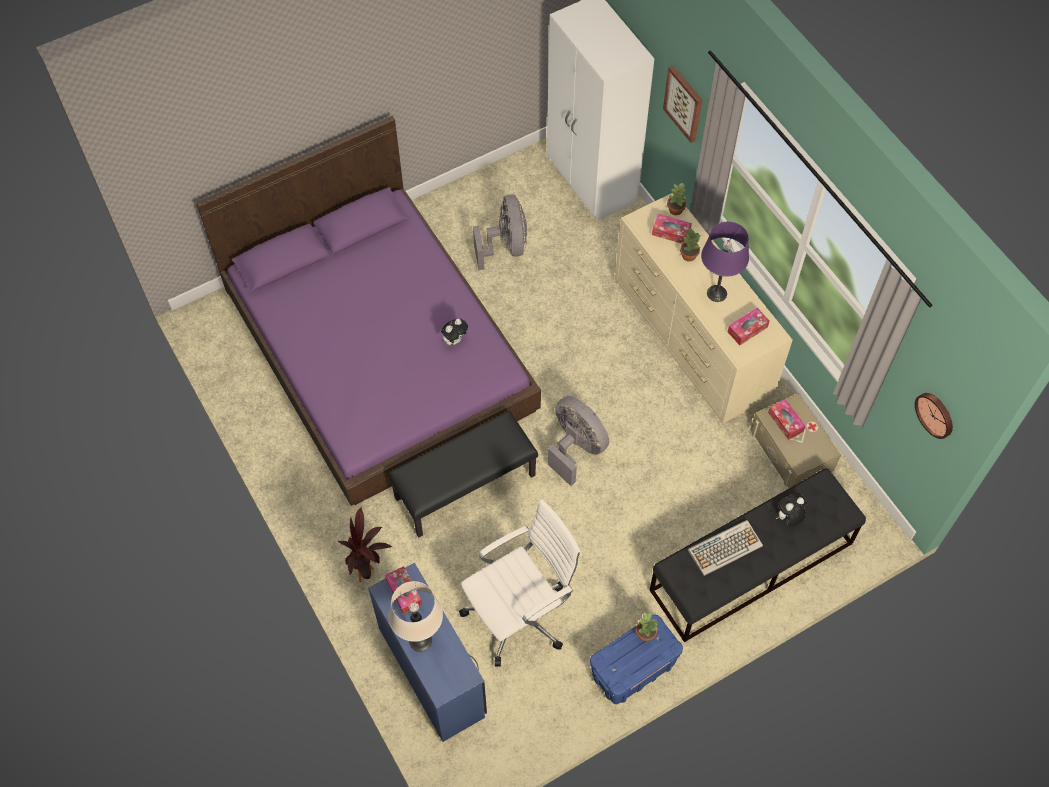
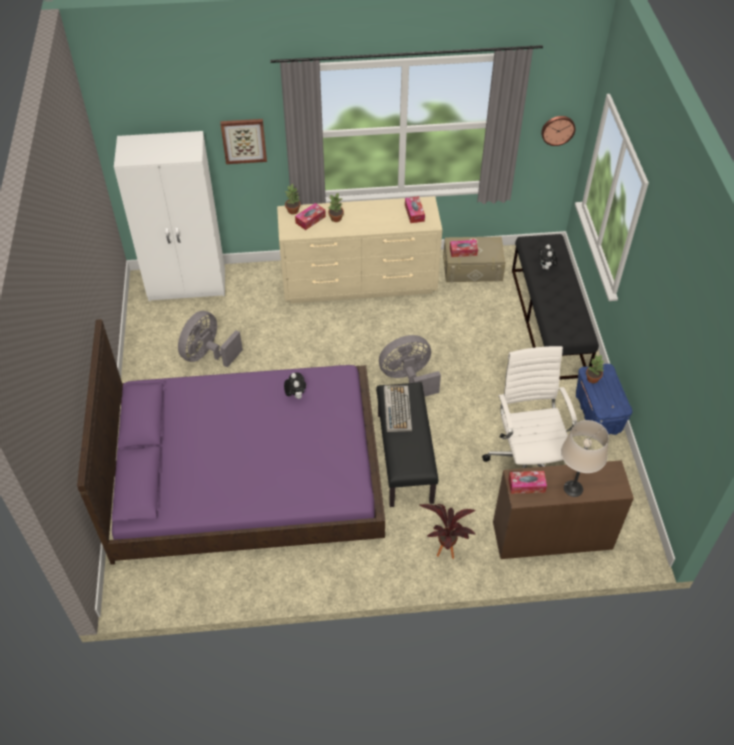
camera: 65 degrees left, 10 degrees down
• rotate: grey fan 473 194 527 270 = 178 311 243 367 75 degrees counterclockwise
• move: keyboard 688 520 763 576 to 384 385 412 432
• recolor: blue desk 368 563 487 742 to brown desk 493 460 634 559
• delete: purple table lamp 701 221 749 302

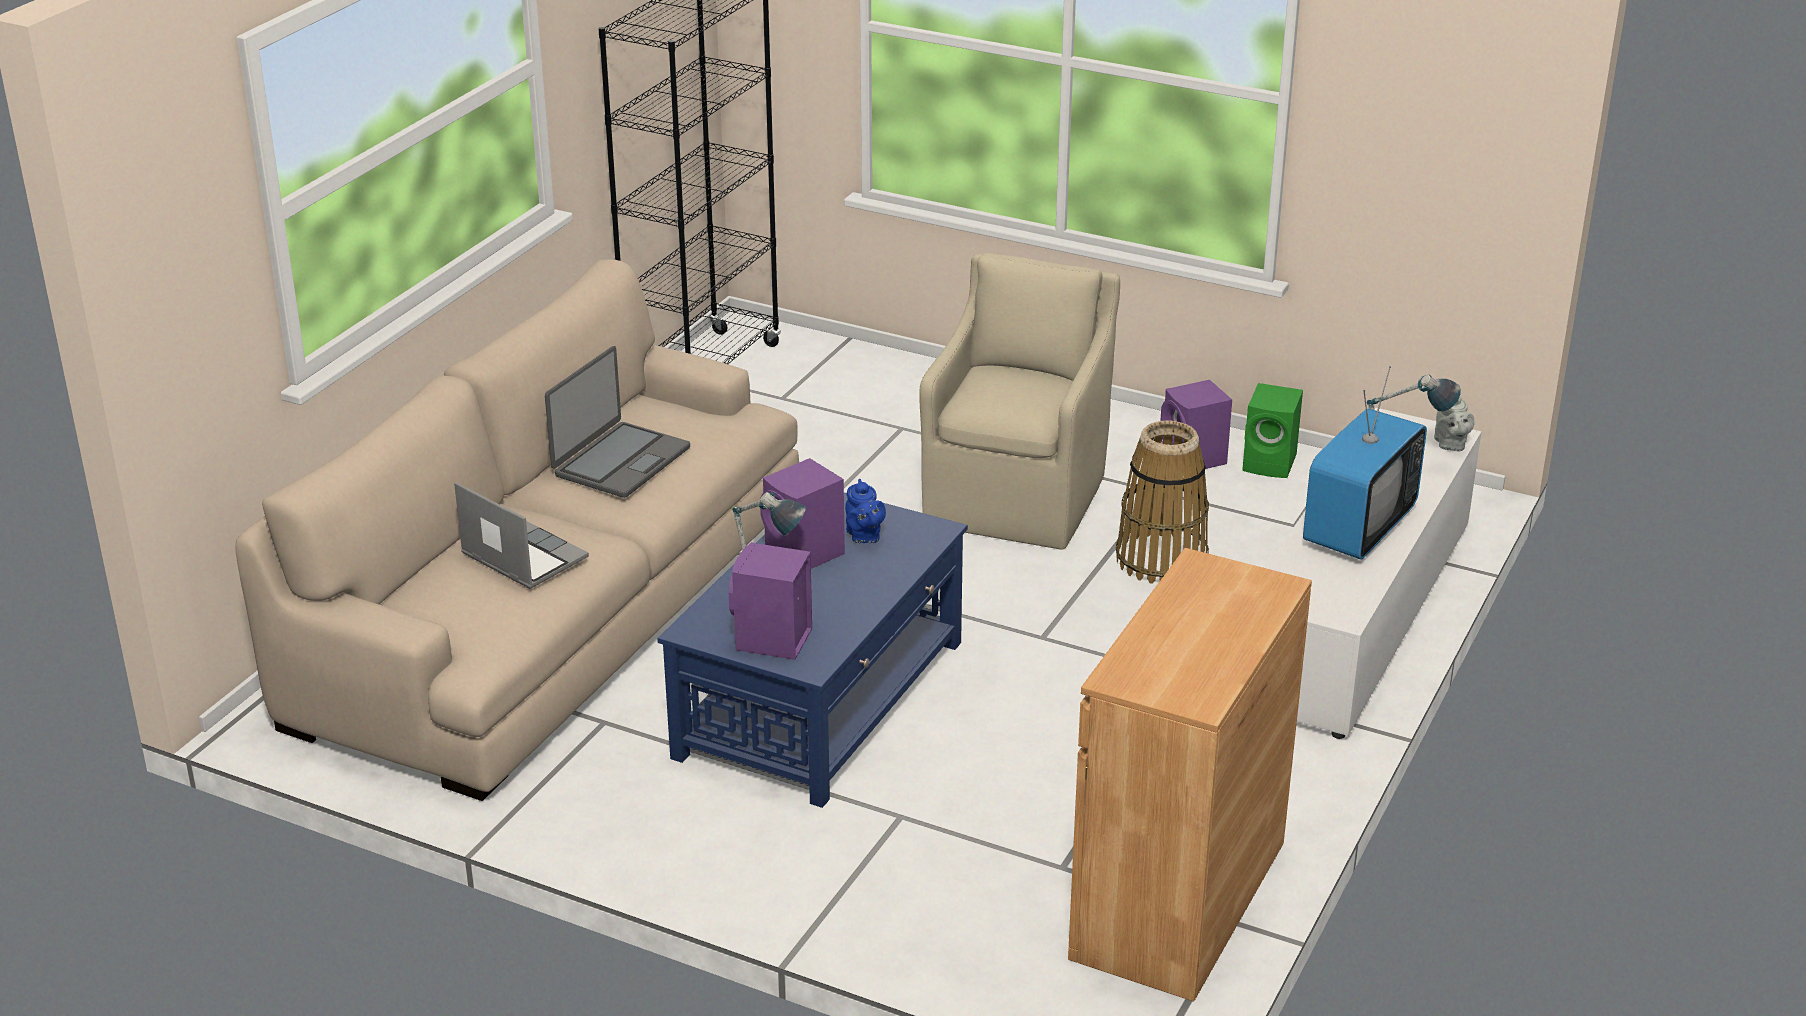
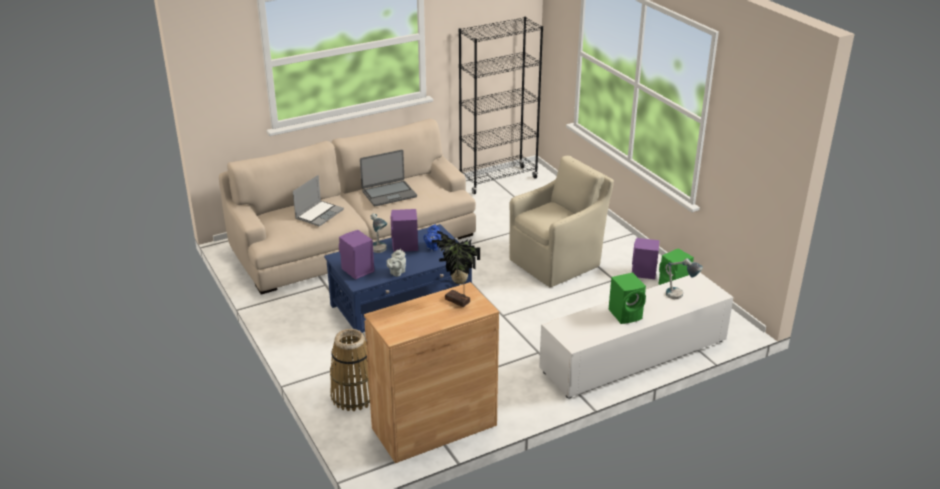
camera: 35 degrees right, 0 degrees up
• rotate: laptop 454 482 589 589 = 293 175 344 227 45 degrees clockwise
• move: basket 1116 420 1209 584 to 330 329 370 411
• move: grey teapot 1434 396 1474 451 to 386 249 406 277
• insert: potted plant 432 231 480 307
• replace: television 1303 366 1427 560 to green speaker 609 272 646 324

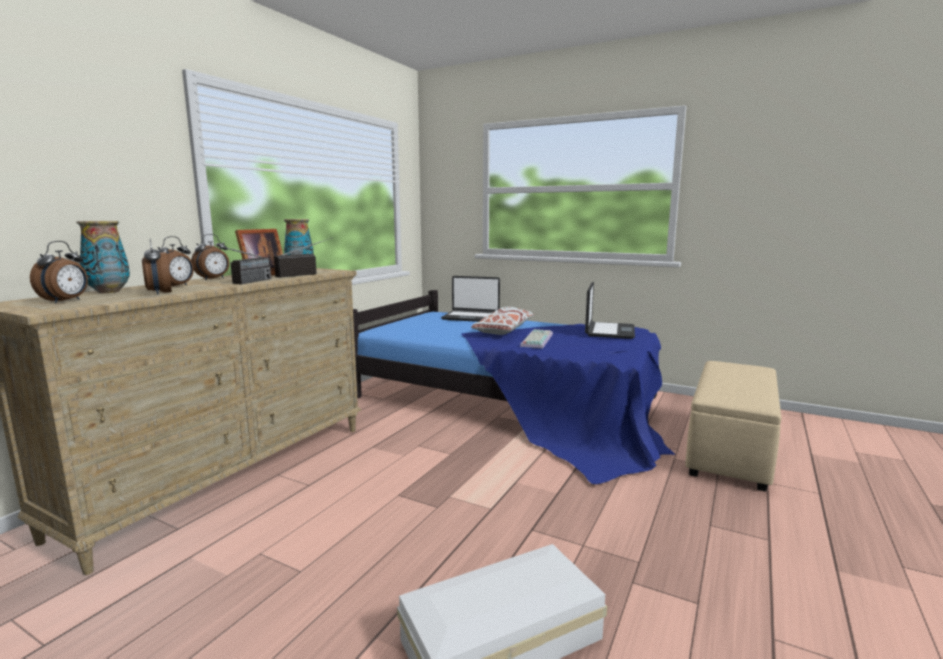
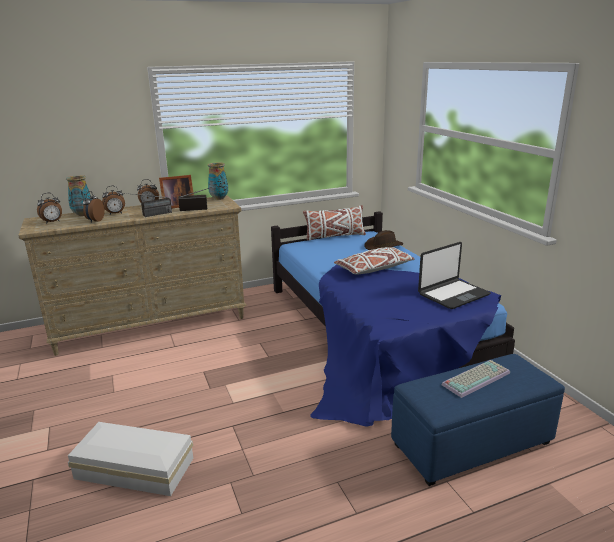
camera: 40 degrees right, 10 degrees up
• insert: white pillow 303 205 366 240
• replace: laptop 441 276 500 322 to brown hat 364 230 403 250
• recolor: beige ottoman 685 361 781 492 to blue ottoman 391 354 565 486
• move: keyboard 520 329 553 348 to 442 360 510 398

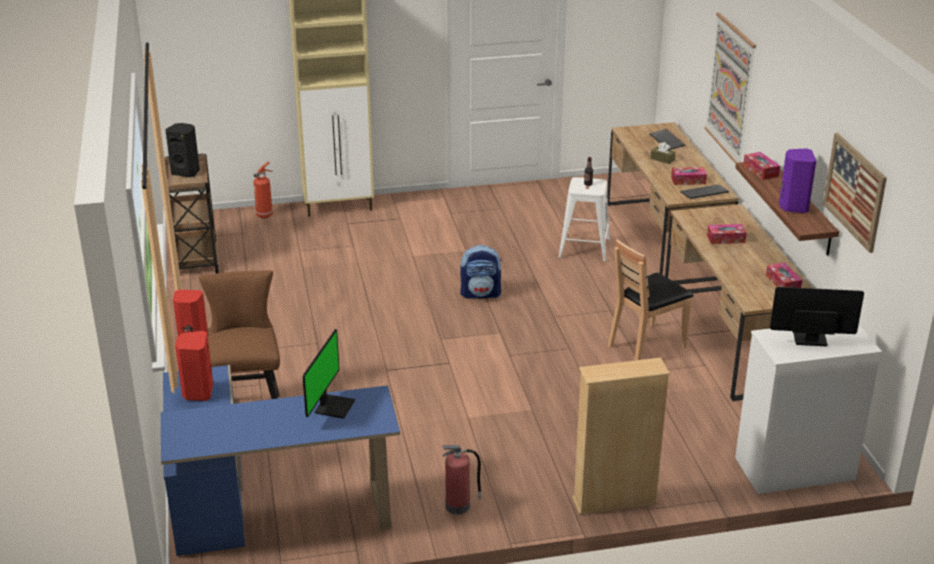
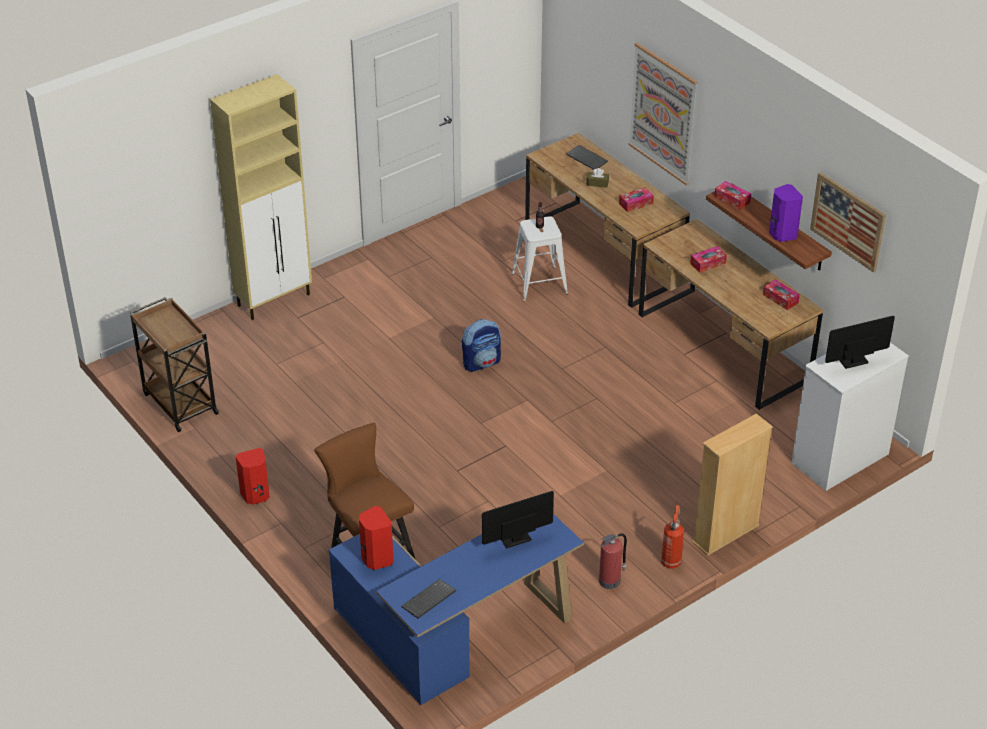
camera: 25 degrees left, 10 degrees up
• move: keyboard 680 184 729 199 to 401 579 456 619
• rotate: monitor 303 329 355 419 = 482 491 554 549 105 degrees counterclockwise
• move: fire extinguisher 254 162 273 219 to 661 505 684 569
• delete: black speaker 165 123 200 177
• delete: brown chair 608 239 694 361

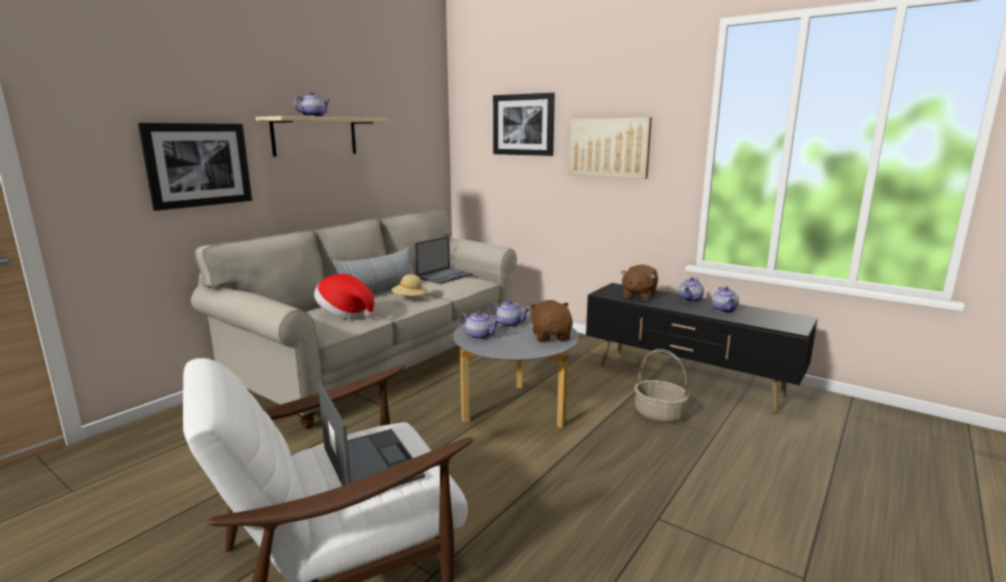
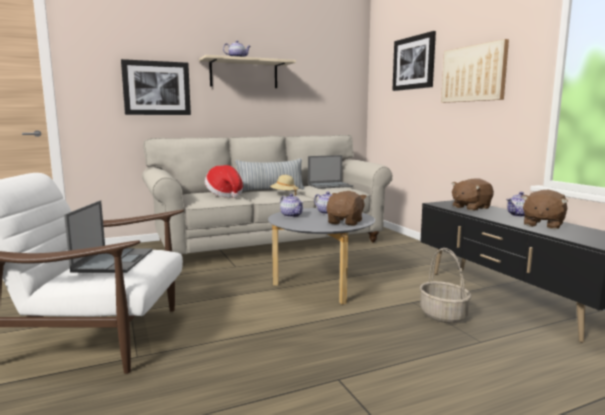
camera: 30 degrees right, 5 degrees down
• replace: teapot 712 287 739 313 to brown plush toy 522 190 568 229

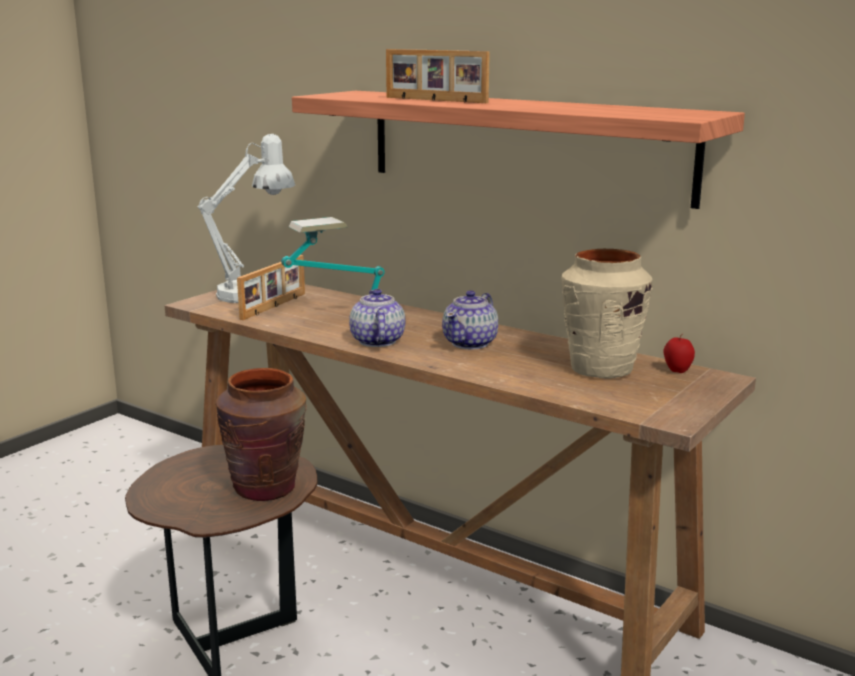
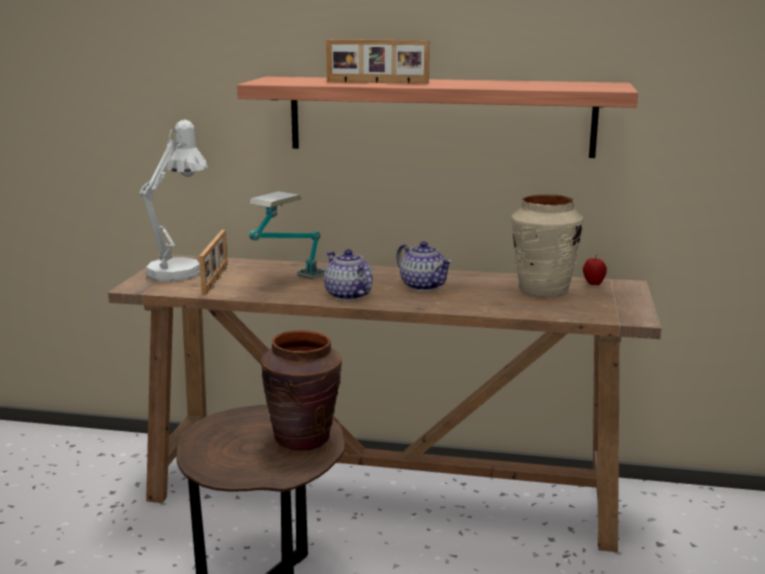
camera: 25 degrees left, 0 degrees up
• rotate: teapot 442 290 498 349 = 396 242 453 291 45 degrees counterclockwise

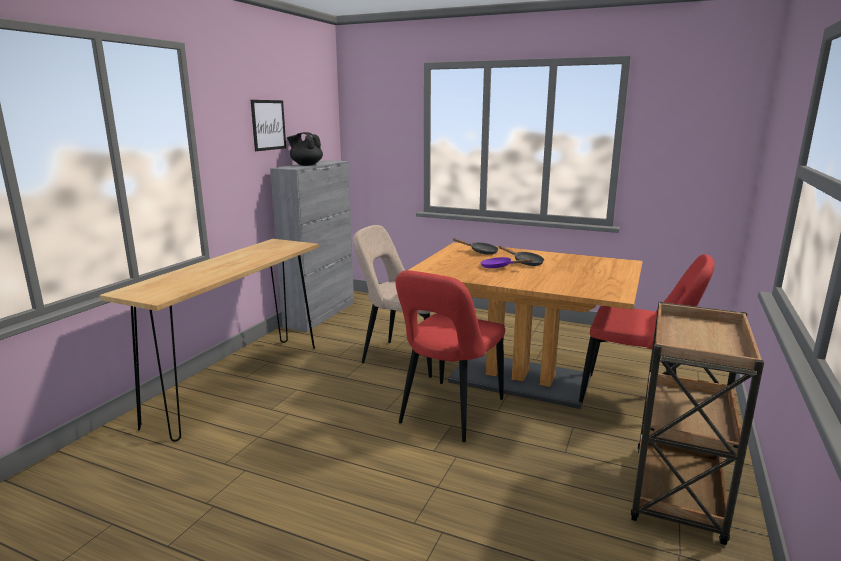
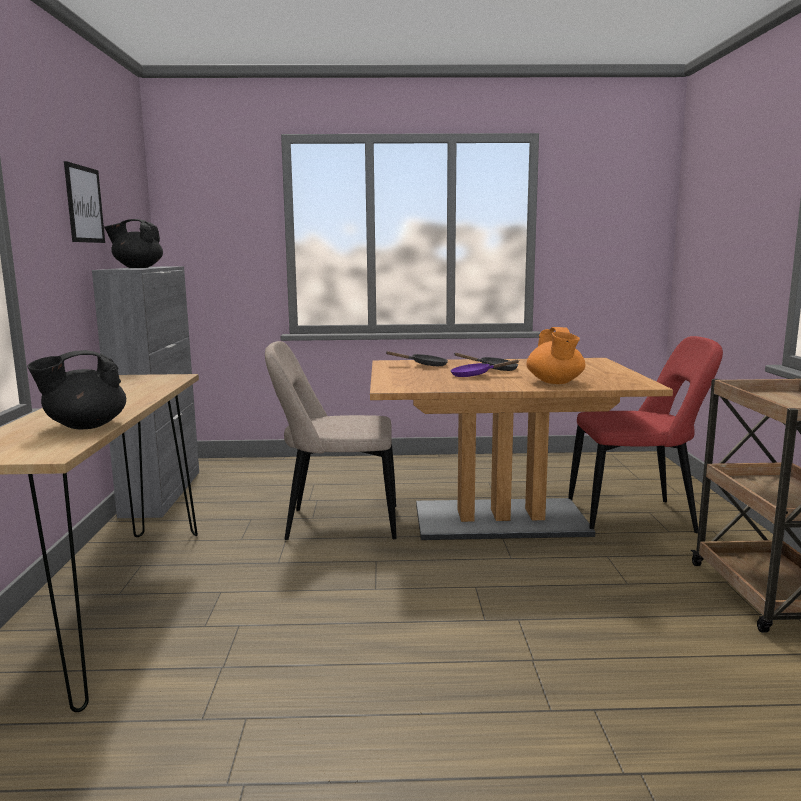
camera: 25 degrees left, 5 degrees down
• insert: black teapot 27 350 126 429
• insert: orange teapot 526 327 585 384
• delete: red chair 396 270 505 442

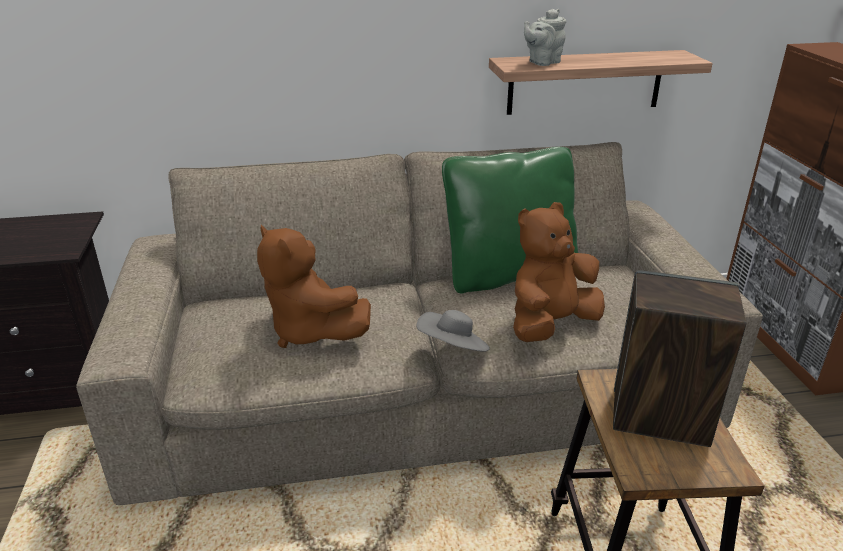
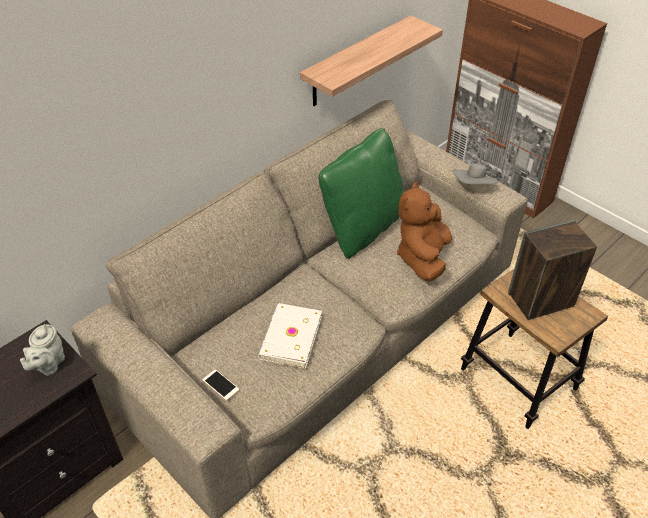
camera: 35 degrees left, 15 degrees up
• move: grey teapot 524 9 566 66 to 20 324 65 376
• insert: phone 203 369 239 401
• replace: brown plush toy 257 225 371 348 to white book 258 303 322 369
• move: grey hat 417 310 490 352 to 453 164 498 184

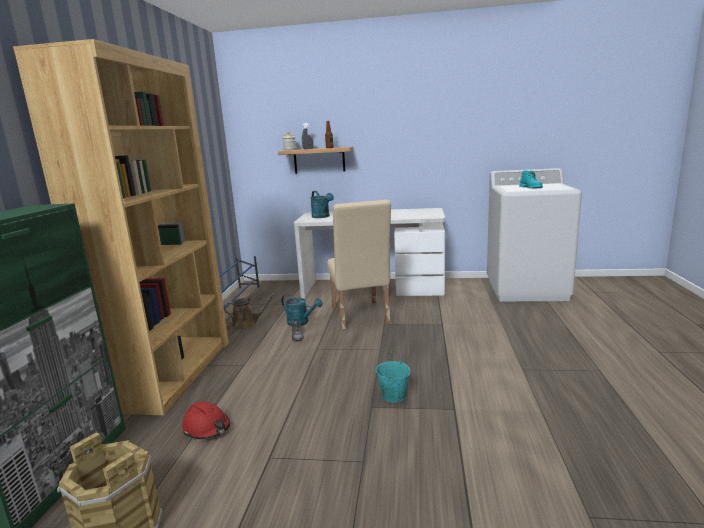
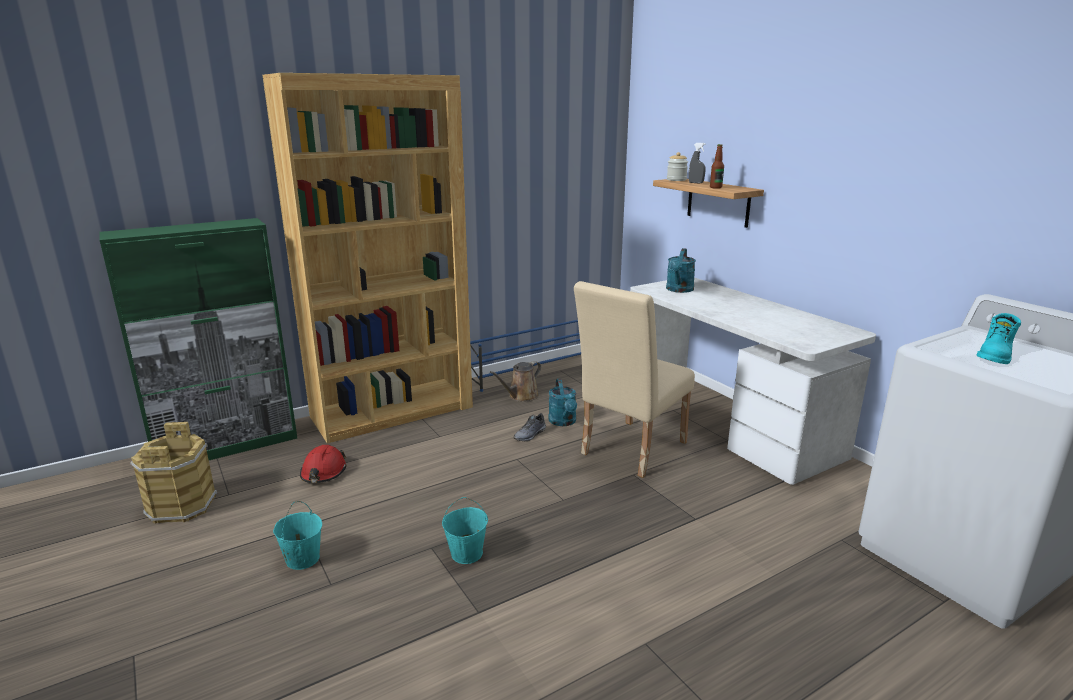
camera: 50 degrees right, 5 degrees up
• insert: turquoise bucket 273 501 322 570
• rotate: brown watering can 224 293 276 330 = 490 361 541 402 90 degrees clockwise

